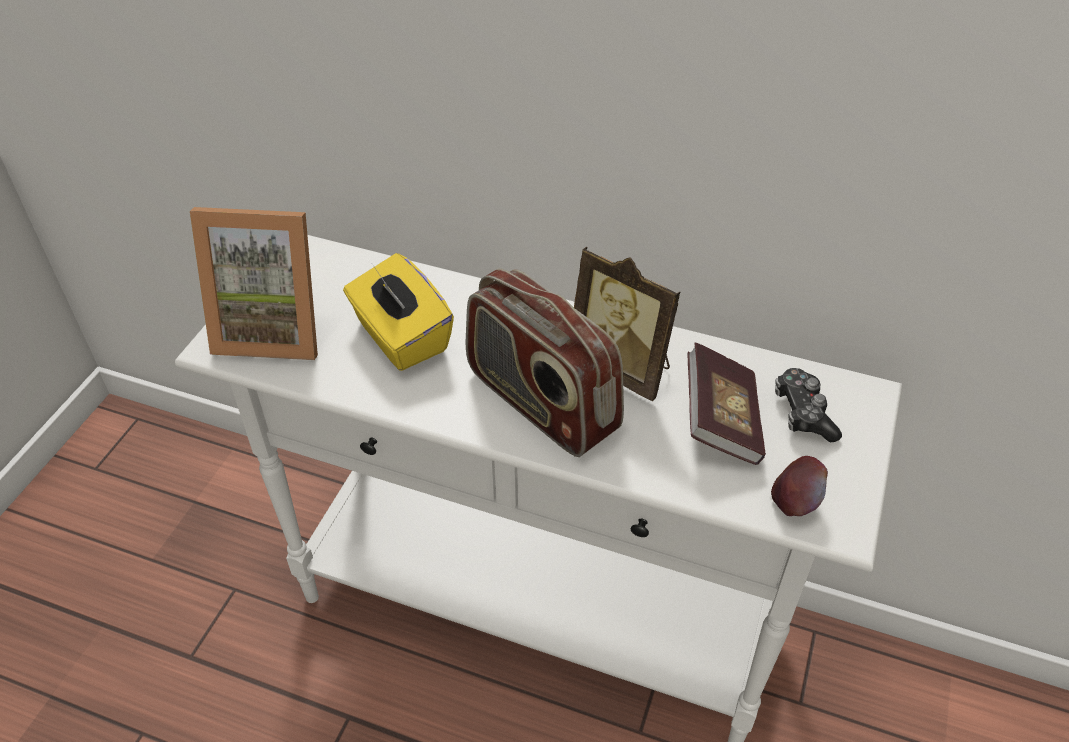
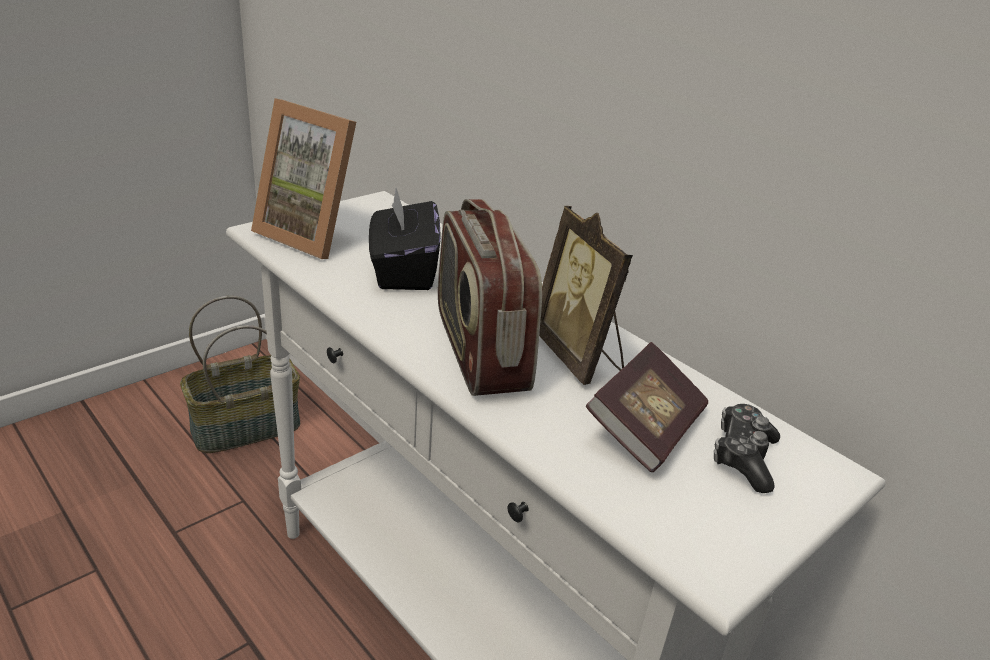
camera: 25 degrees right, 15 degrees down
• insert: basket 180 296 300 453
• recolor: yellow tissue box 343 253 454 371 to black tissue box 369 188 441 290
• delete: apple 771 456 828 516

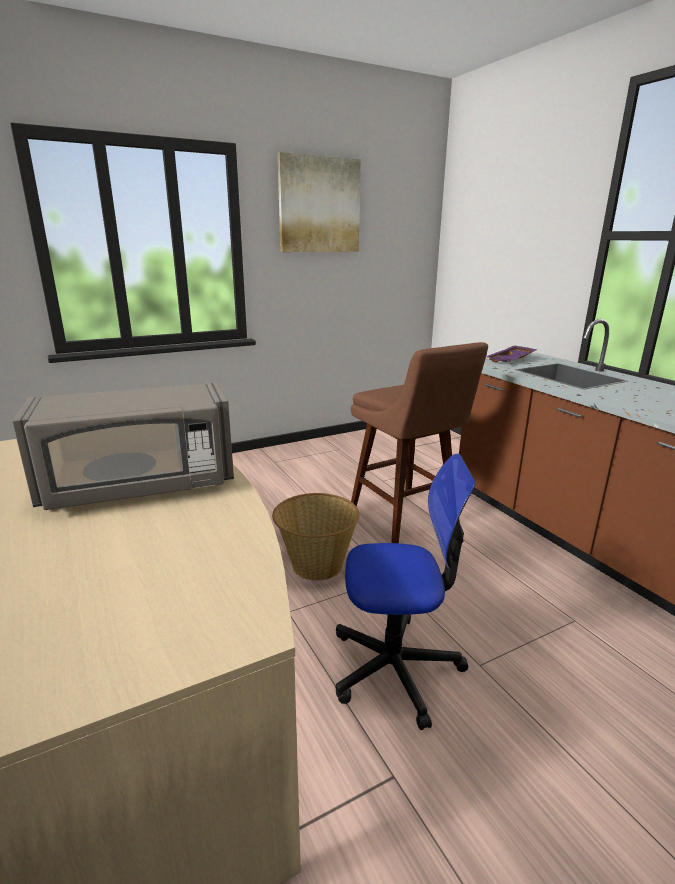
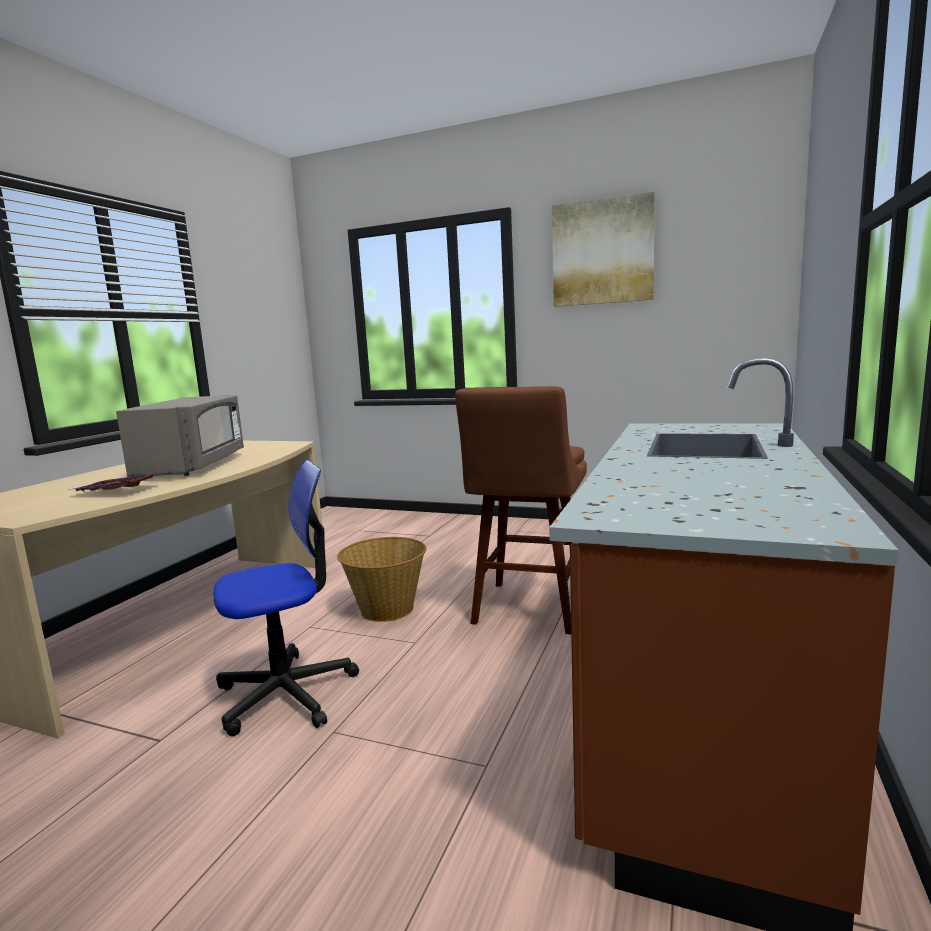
camera: 50 degrees right, 10 degrees down
• move: purple tray 486 345 538 362 to 68 472 157 492
• rotate: grey microwave 12 383 234 510 = 116 395 244 477 120 degrees counterclockwise
• rotate: office chair 335 454 476 730 = 214 460 359 736 75 degrees counterclockwise

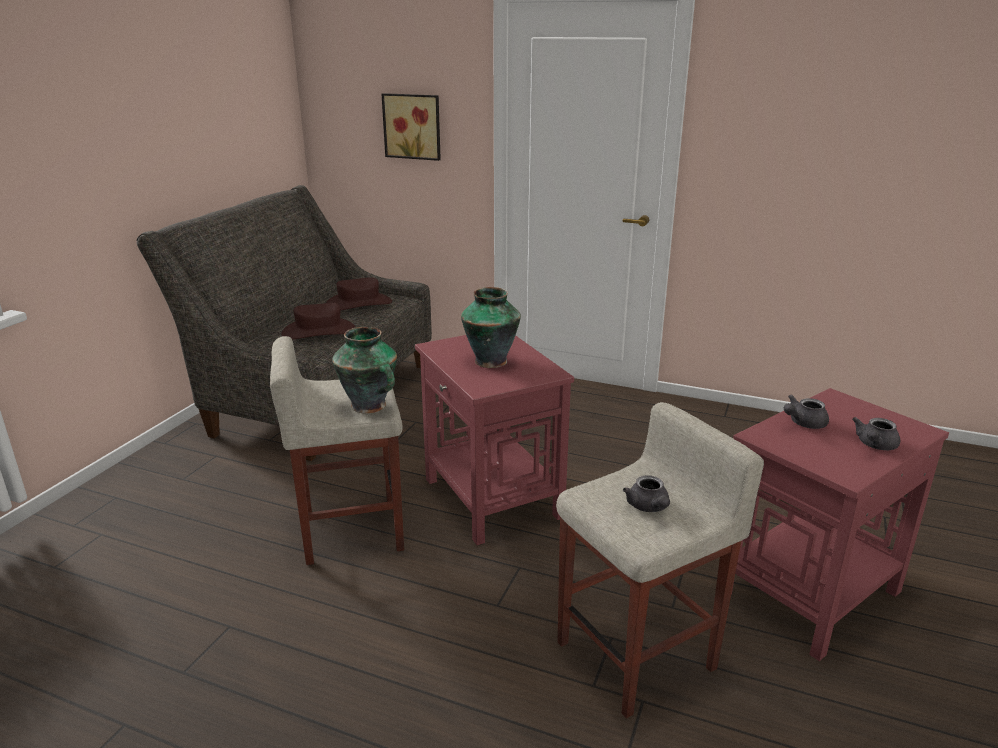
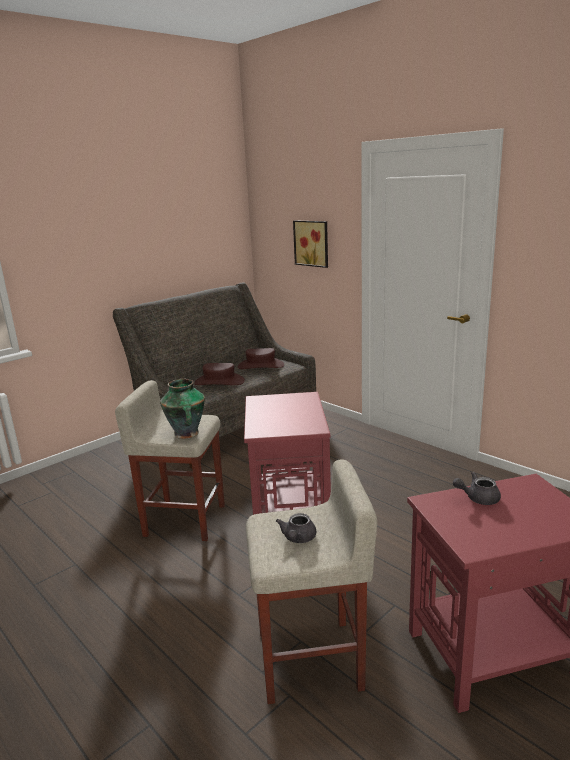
camera: 25 degrees right, 5 degrees down
• delete: vase 461 287 521 368
• delete: grey teapot 852 417 900 450

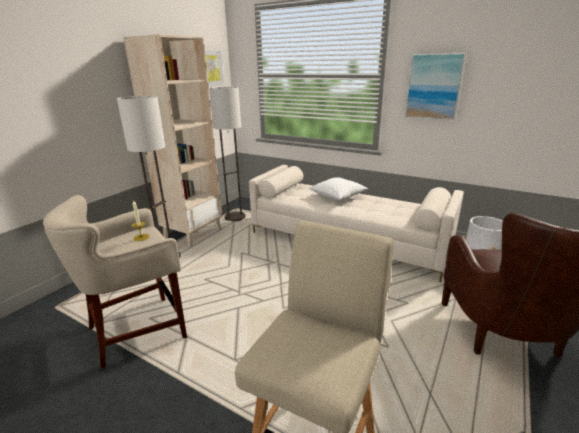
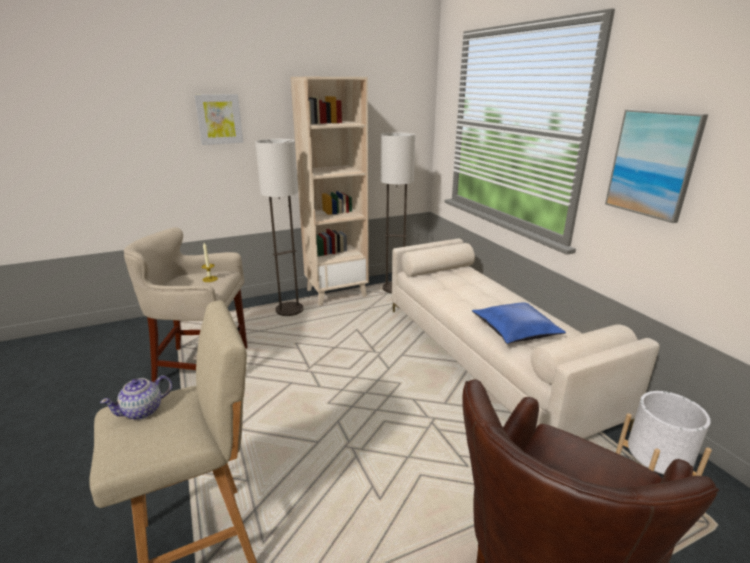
camera: 35 degrees right, 0 degrees up
• insert: teapot 100 375 172 420
• move: picture 205 50 224 87 to 194 94 243 145
• insert: blue pillow 472 302 566 344
• delete: white pillow 309 177 369 201

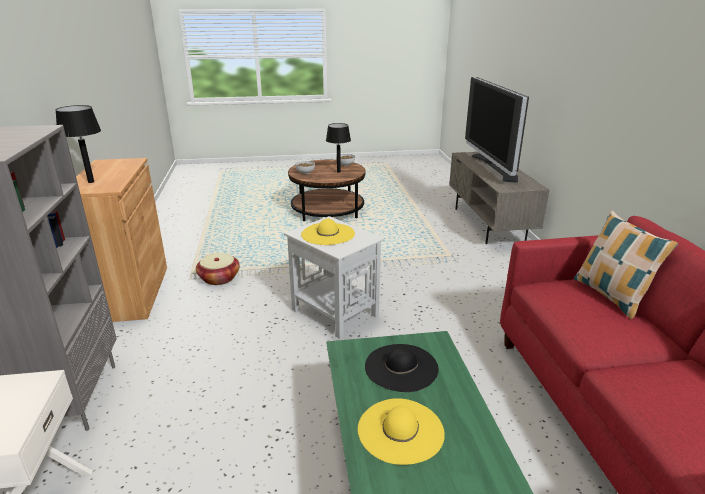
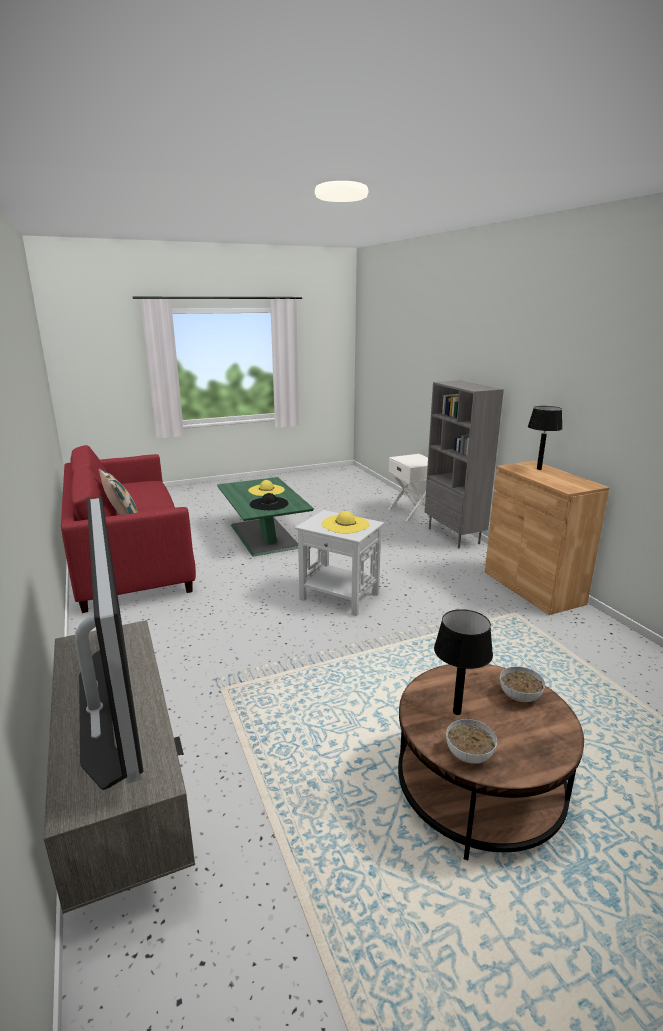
camera: 165 degrees right, 5 degrees down
• delete: basket 196 253 240 285

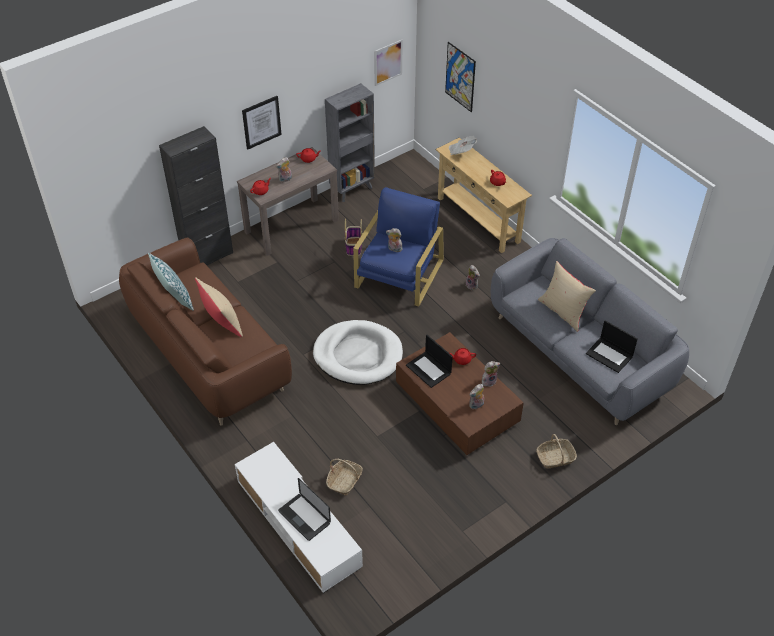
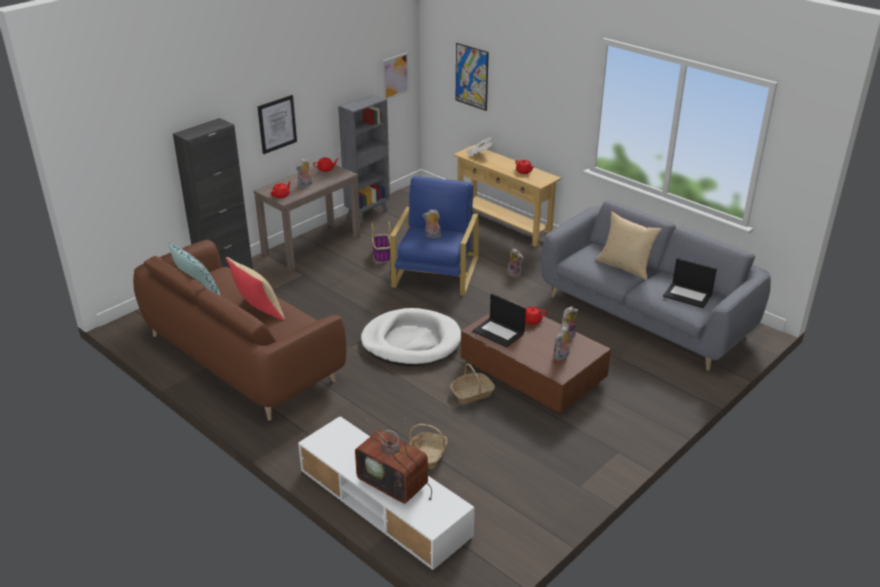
camera: 10 degrees left, 15 degrees down
• replace: laptop 278 478 331 541 to television 355 417 432 504
• move: basket 536 434 577 468 to 450 363 495 404

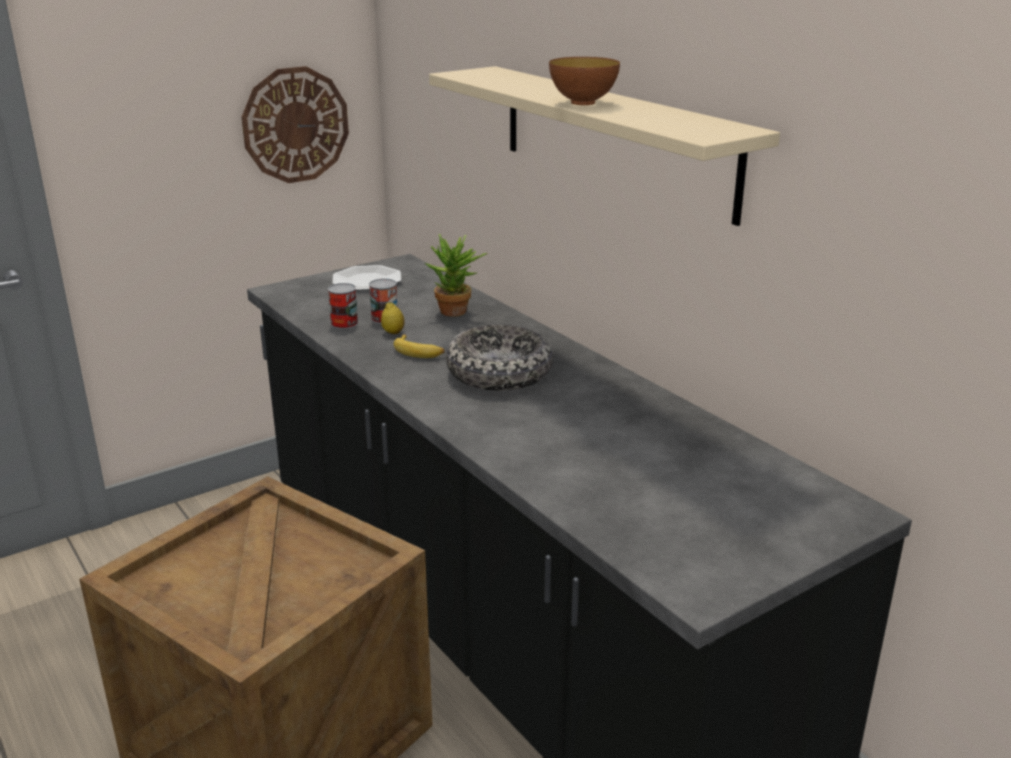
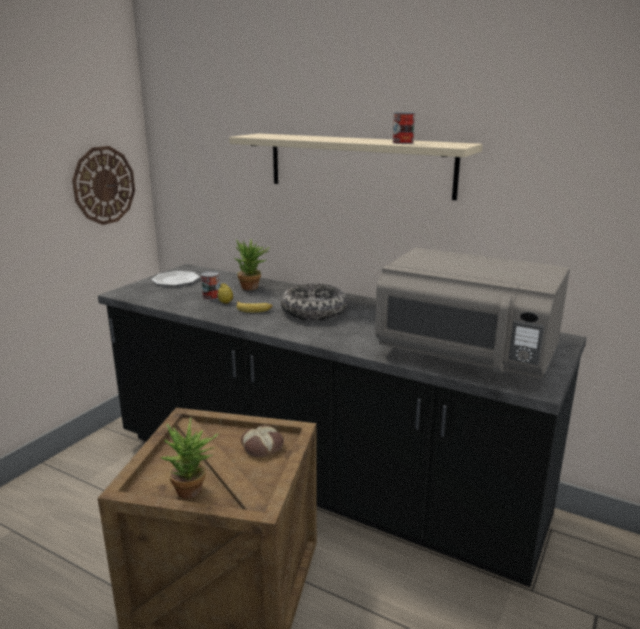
camera: 25 degrees left, 5 degrees down
• insert: potted plant 160 418 218 499
• insert: bread 241 425 284 457
• insert: grey microwave 375 248 570 379
• move: can 328 283 358 329 to 392 112 415 144
• delete: bowl 549 57 620 105

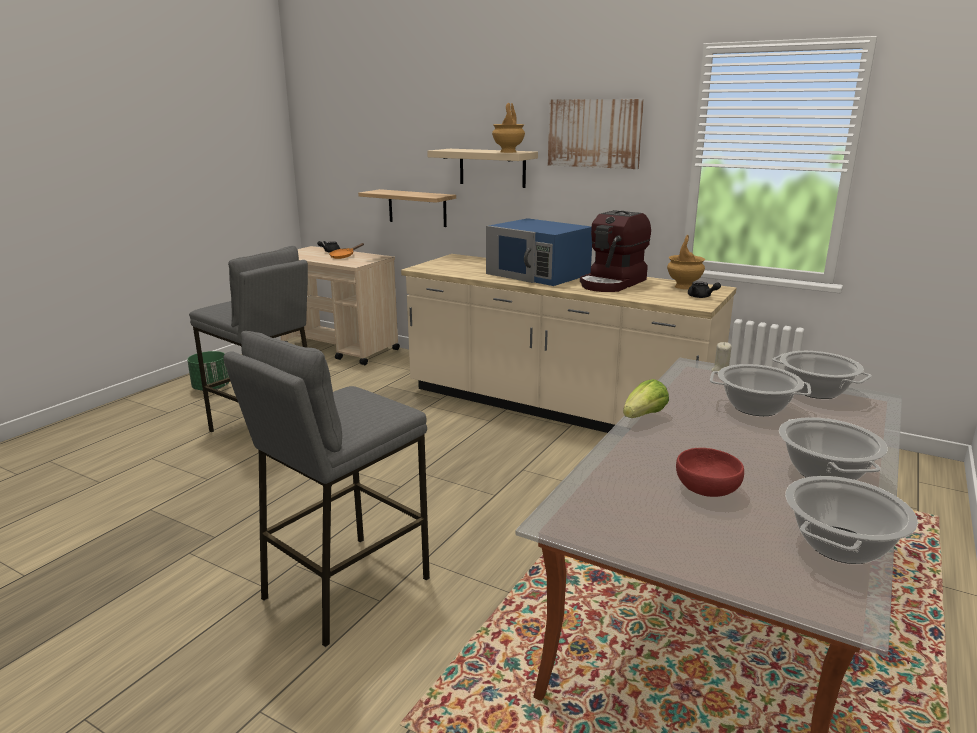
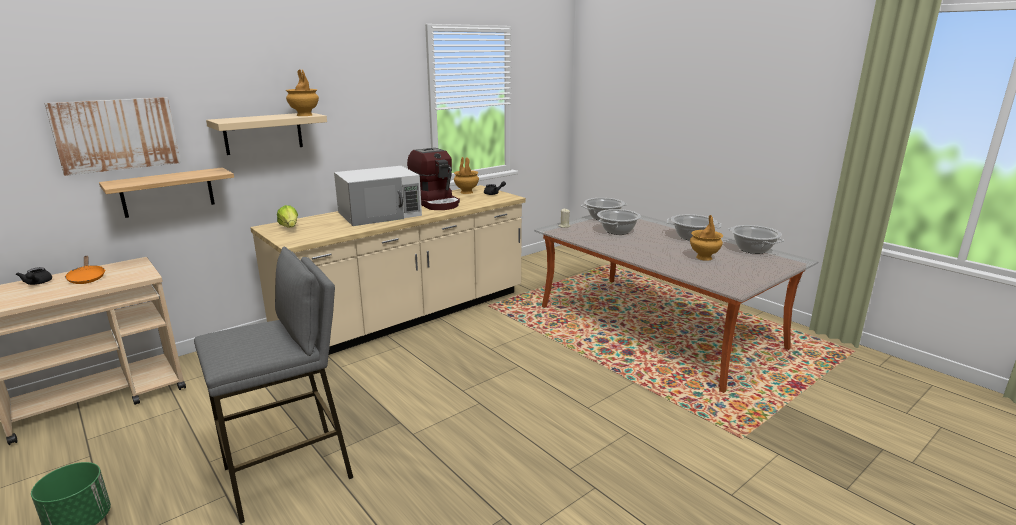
camera: 70 degrees left, 0 degrees up
• move: picture 548 99 644 169 to 44 97 181 176
• move: lettuce 623 379 669 418 to 277 205 298 228
• recolor: blue microwave 486 218 592 286 to white microwave 334 166 422 226
• replace: red bowl 676 448 744 497 to brown vase 690 215 723 261
• delete: grey stool 223 331 430 647

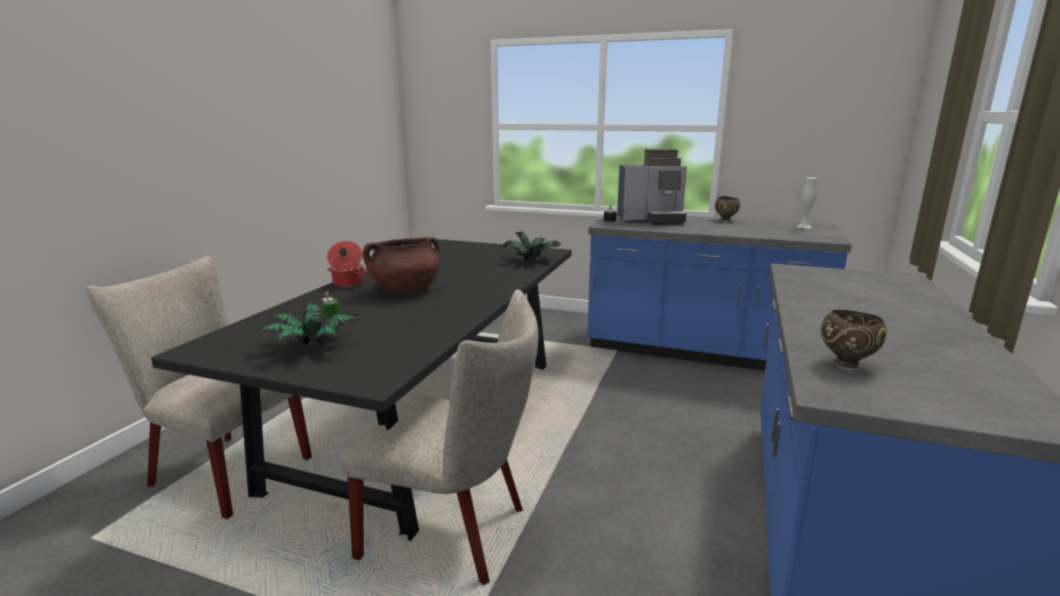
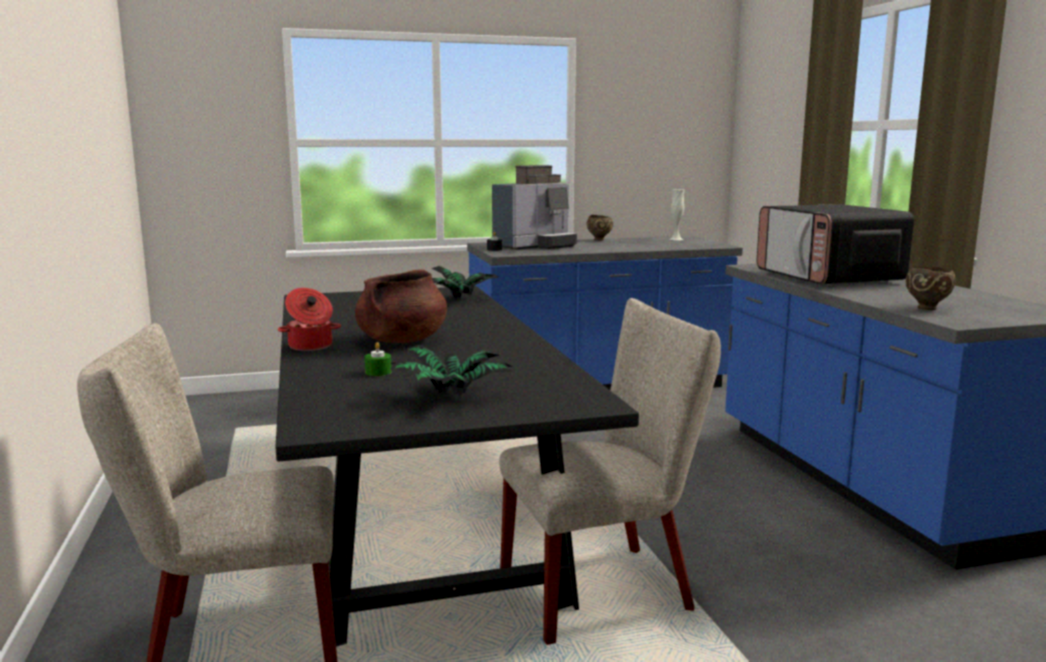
camera: 35 degrees left, 5 degrees down
• insert: microwave 757 204 914 285

